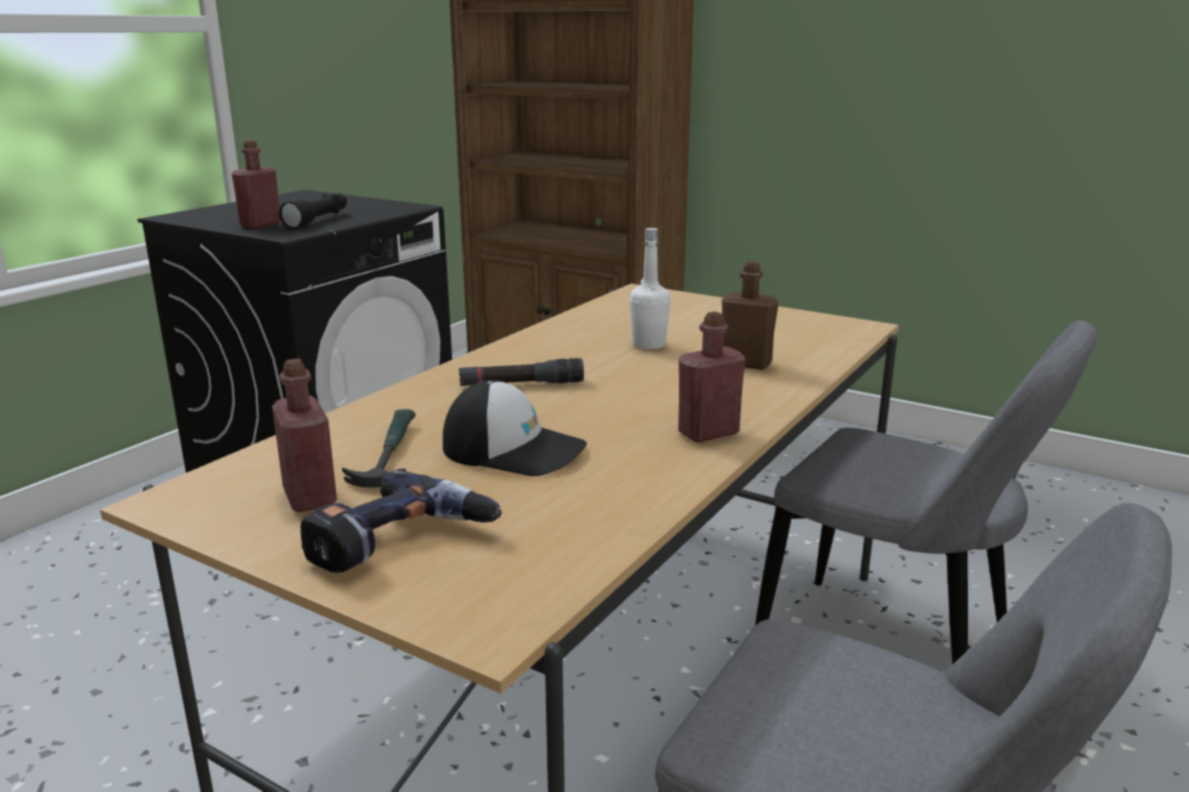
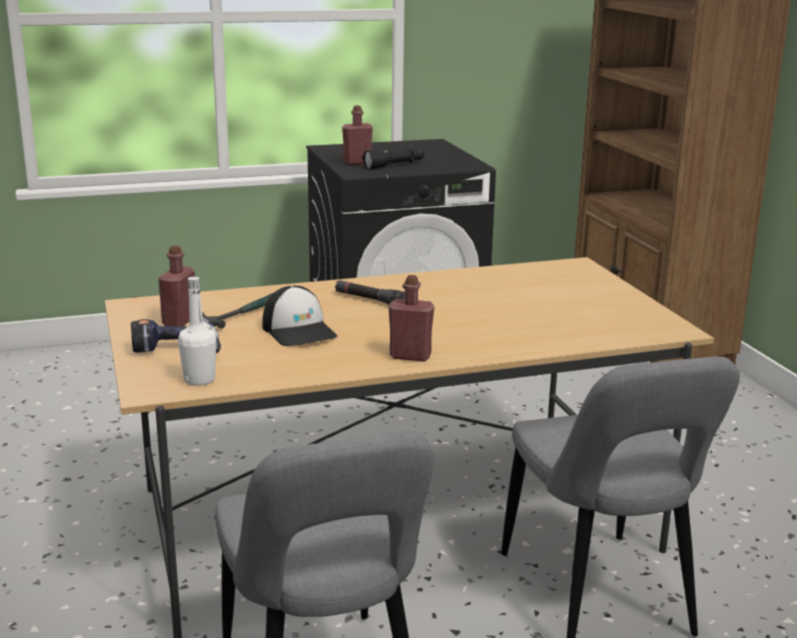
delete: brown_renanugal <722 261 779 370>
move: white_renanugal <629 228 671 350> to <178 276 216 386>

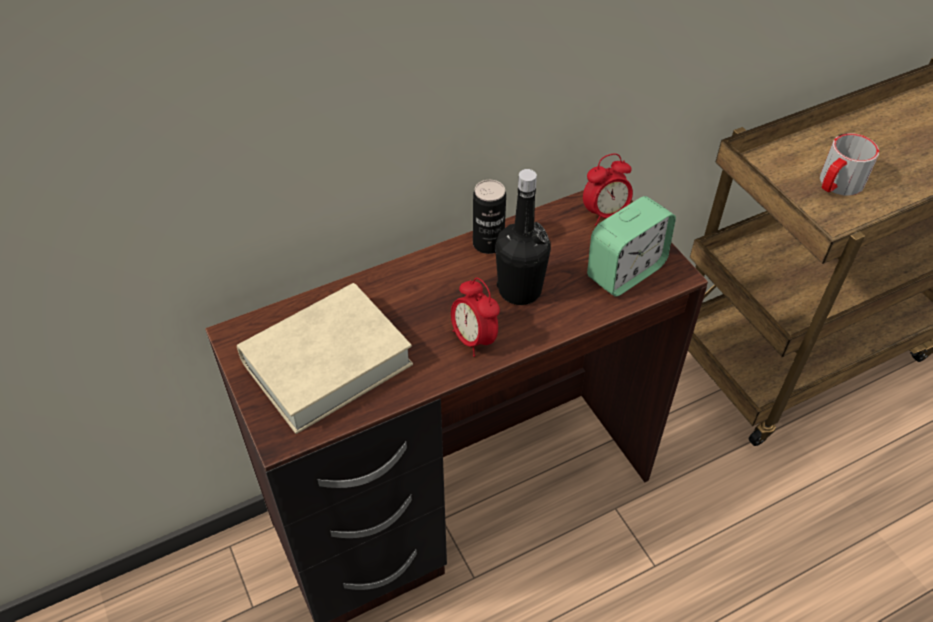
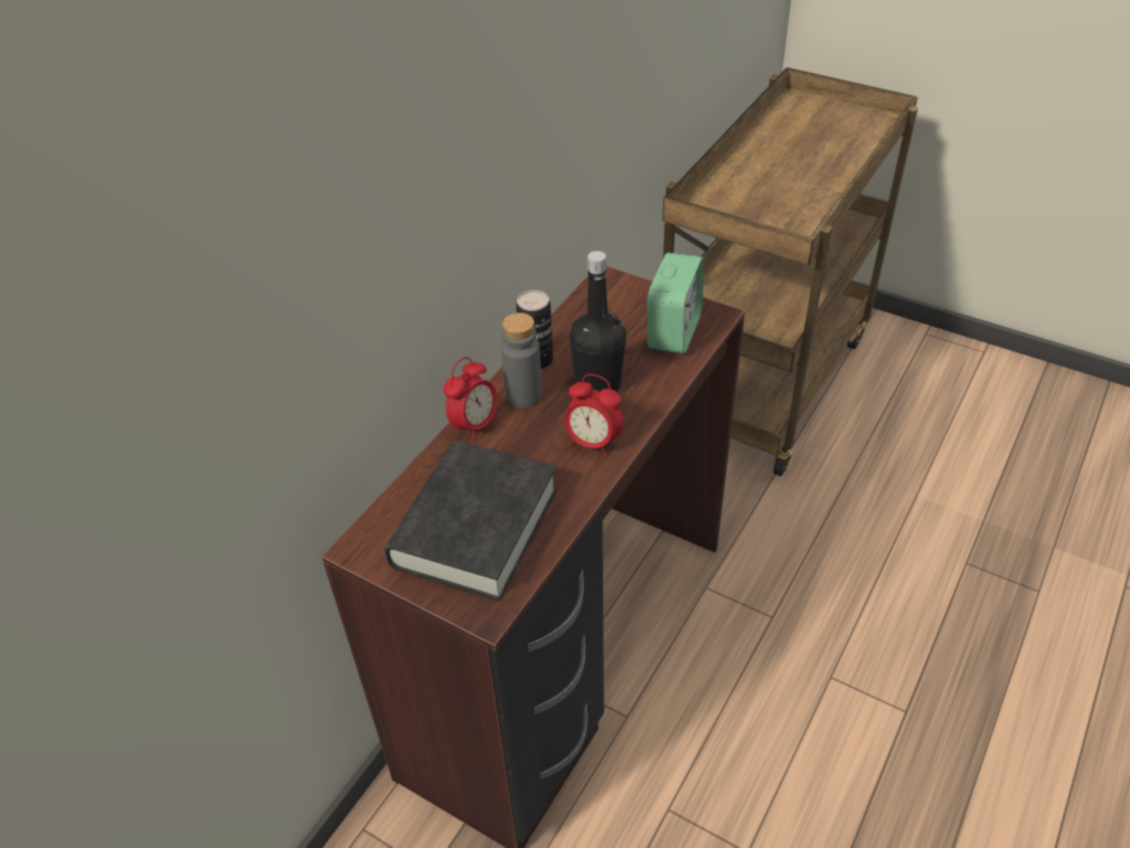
delete: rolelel <820 133 879 196>
insert: grey_renanugal <501 313 542 408>
move: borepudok <583 154 633 225> to <443 357 497 442>
recolor: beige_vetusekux <237 283 413 434> to black_vetusekux <384 440 557 601>

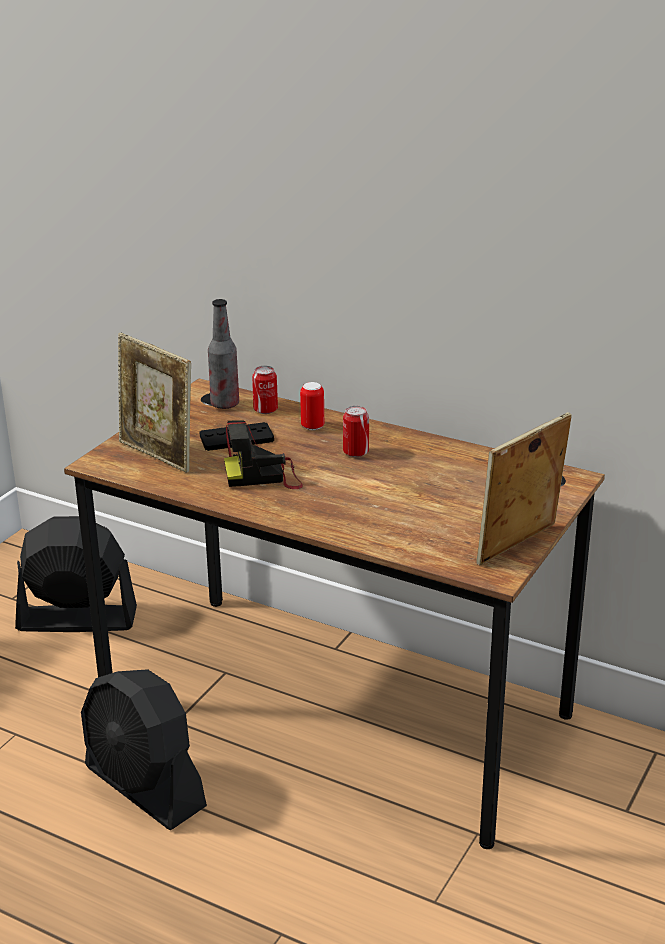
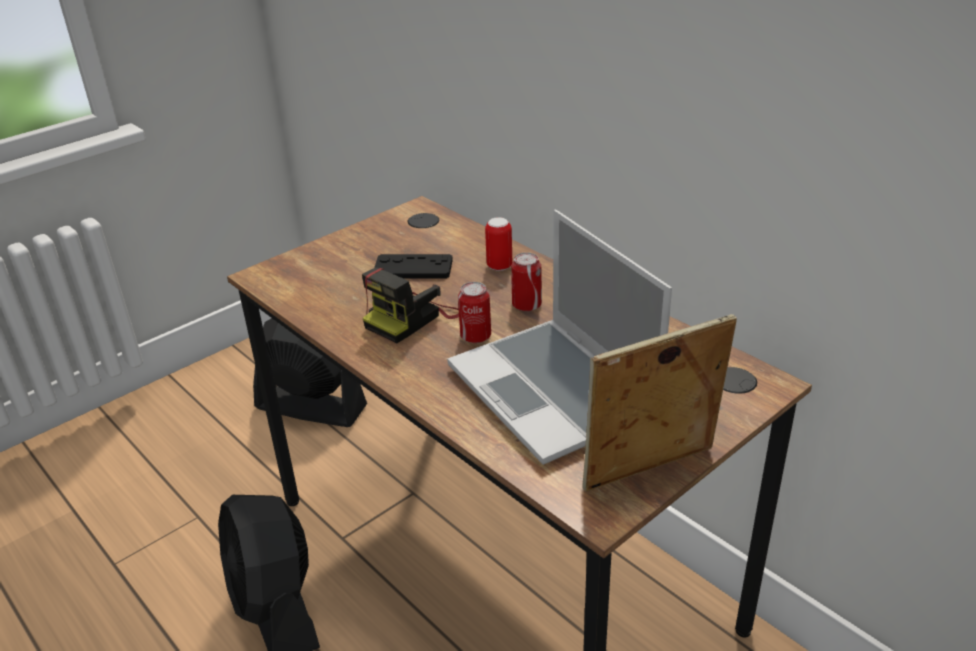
delete: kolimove <118 333 191 473>; renanugal <208 299 239 409>
insert: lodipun <447 210 672 465>
move: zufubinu <252 366 278 414> to <458 282 491 343>
rotate: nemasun <224 420 303 489> = <362 268 459 343> 60 degrees counterclockwise

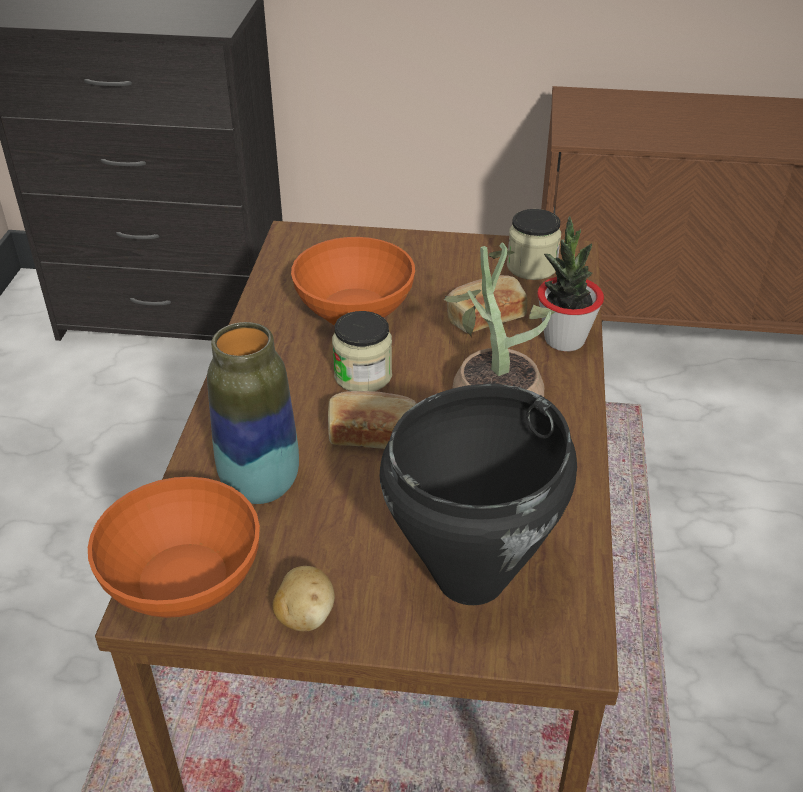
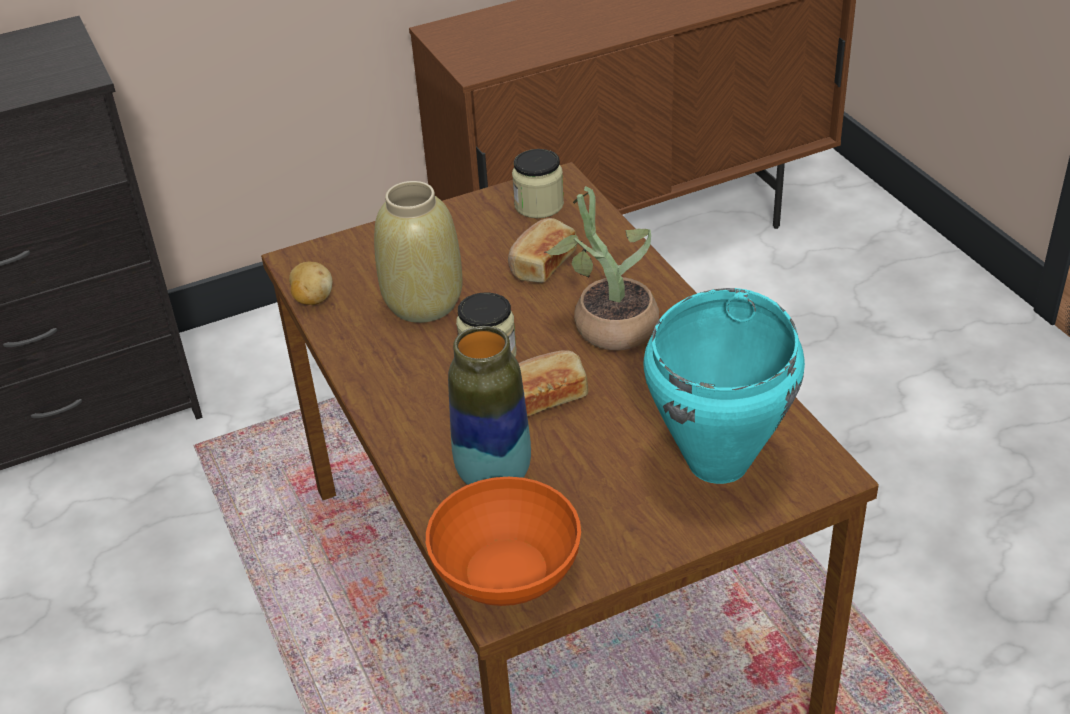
delete: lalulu <537 216 604 351>
move: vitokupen <273 566 335 631> to <289 262 333 305>
replace: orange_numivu <291 237 415 325> to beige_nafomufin <374 181 463 323>
recolor: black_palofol <380 384 577 605> to turquoise_palofol <643 288 805 484>

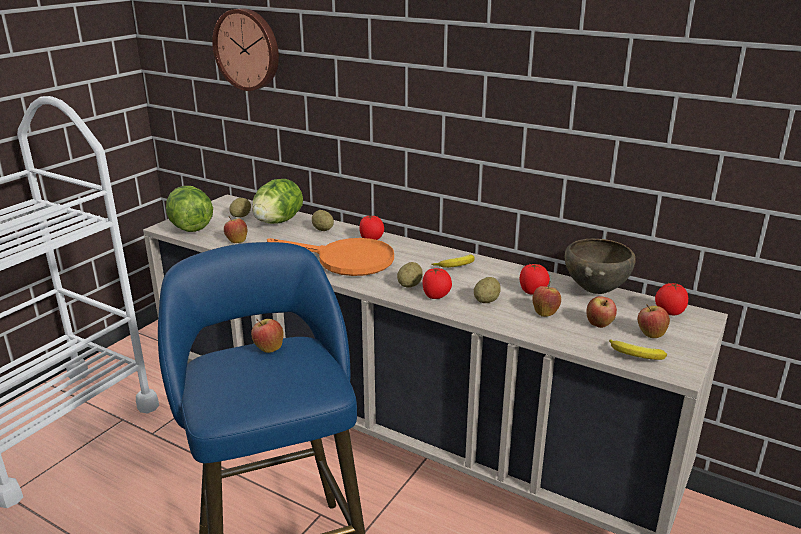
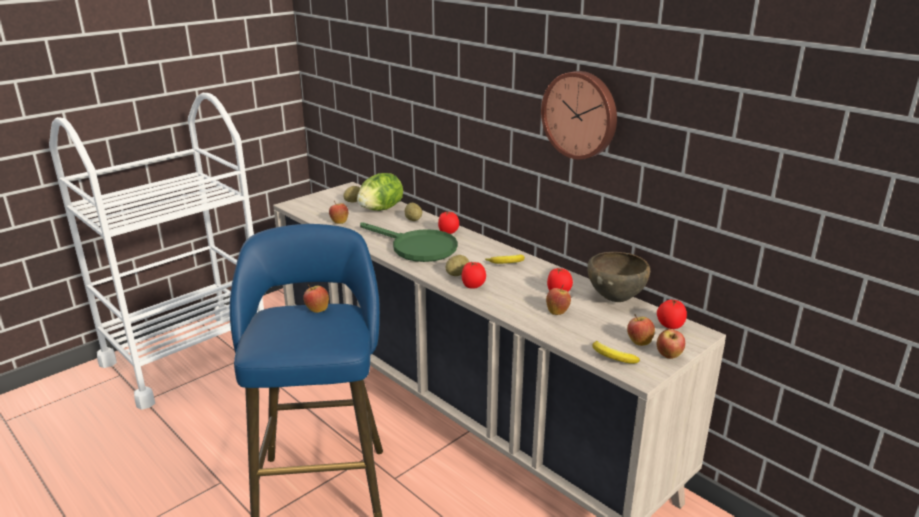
delete: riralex <166 186 213 232>; vitokupen <474 277 501 303>
move: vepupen <212 8 279 91> to <541 71 617 160>; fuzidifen <586 296 617 328> to <657 329 685 359>
recolor: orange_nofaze <267 238 394 276> to green_nofaze <360 222 457 262>

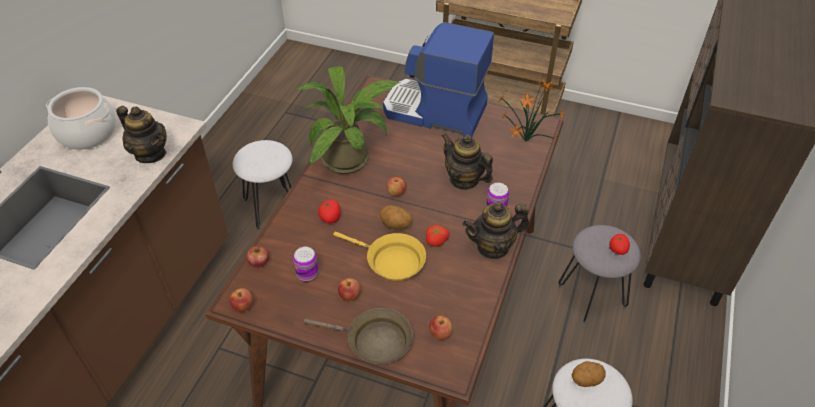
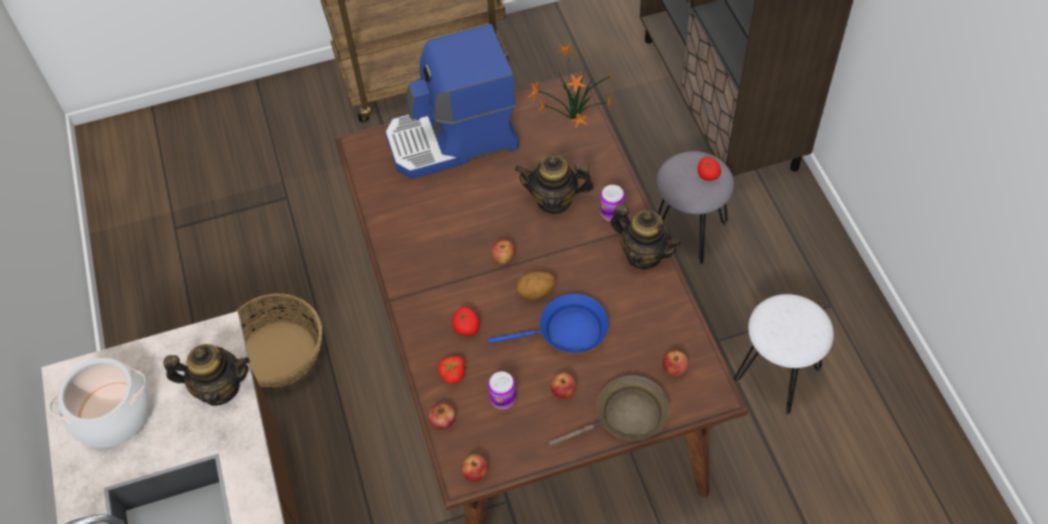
delete: lalulu <295 66 400 174>; vitokupen <572 361 605 387>
move: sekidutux <426 225 449 247> to <438 356 465 385>
replace: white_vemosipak <233 140 293 230> to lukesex <235 293 322 388>
recolor: yellow_nofaze <333 232 426 281> to blue_nofaze <488 294 609 353>
rotate: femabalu <463 202 529 260> = <610 204 682 269> 90 degrees counterclockwise

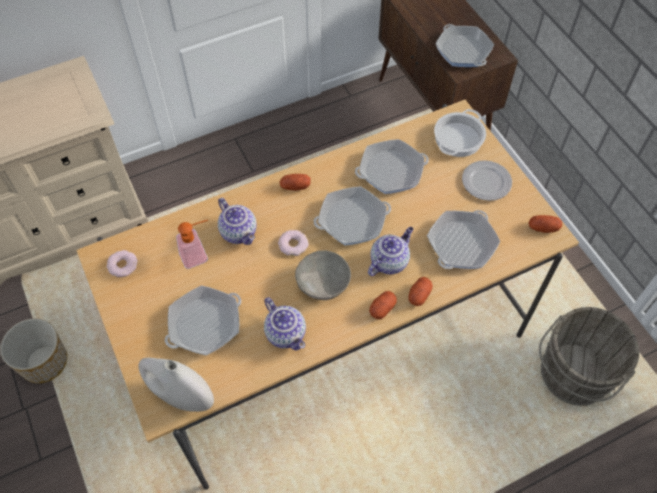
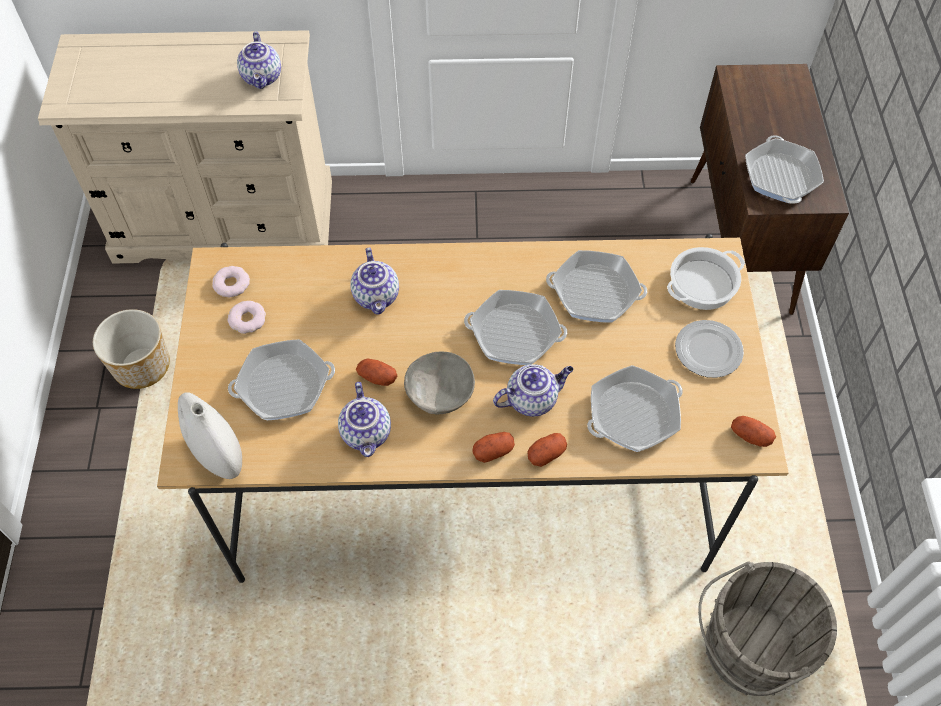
delete: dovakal <177 220 208 269>
insert: femabalu <237 31 281 89>
move: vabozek <278 230 308 256> to <227 301 266 334>; vitokupen <280 174 311 191> to <356 358 397 386>

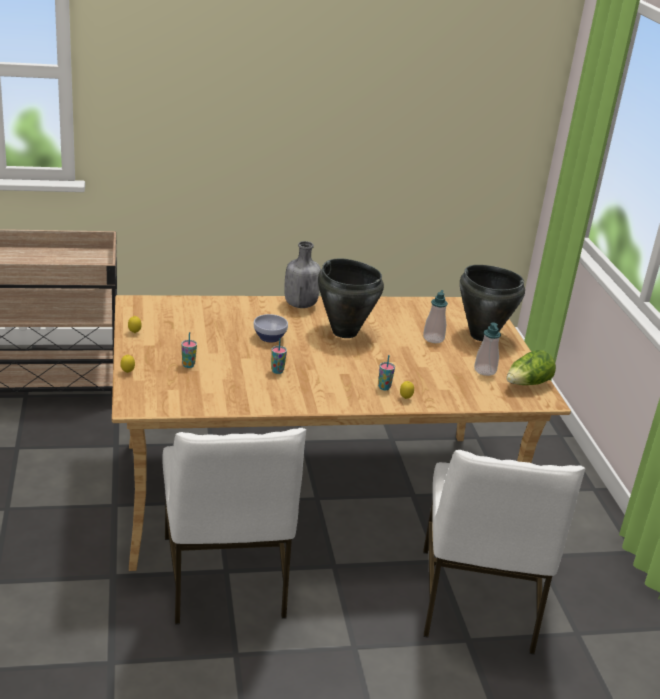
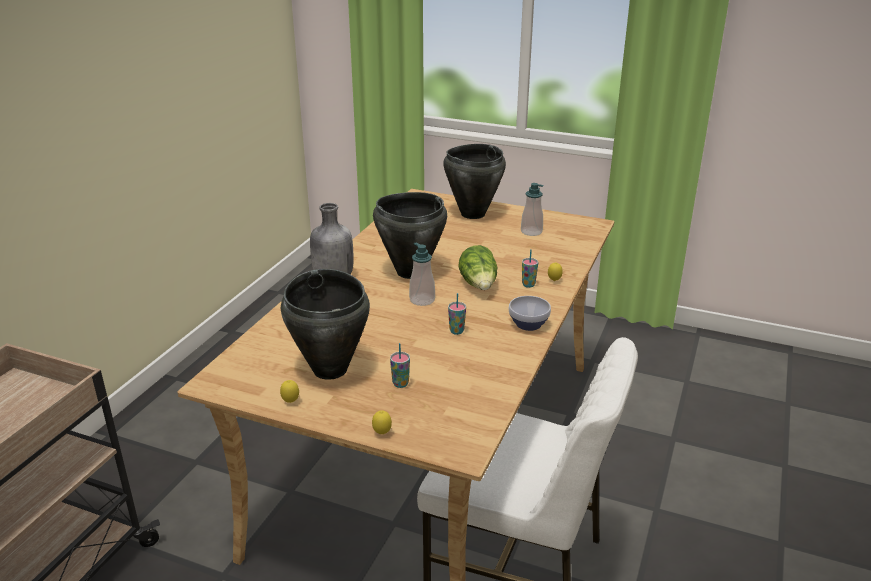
delete: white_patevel <423 450 585 655>
insert: black_palofol <281 269 370 380>
move: numivu <254 314 288 342> to <509 296 551 331>; dovakal <423 290 448 343> to <409 243 435 306>; riralex <507 350 556 385> to <458 245 498 290>

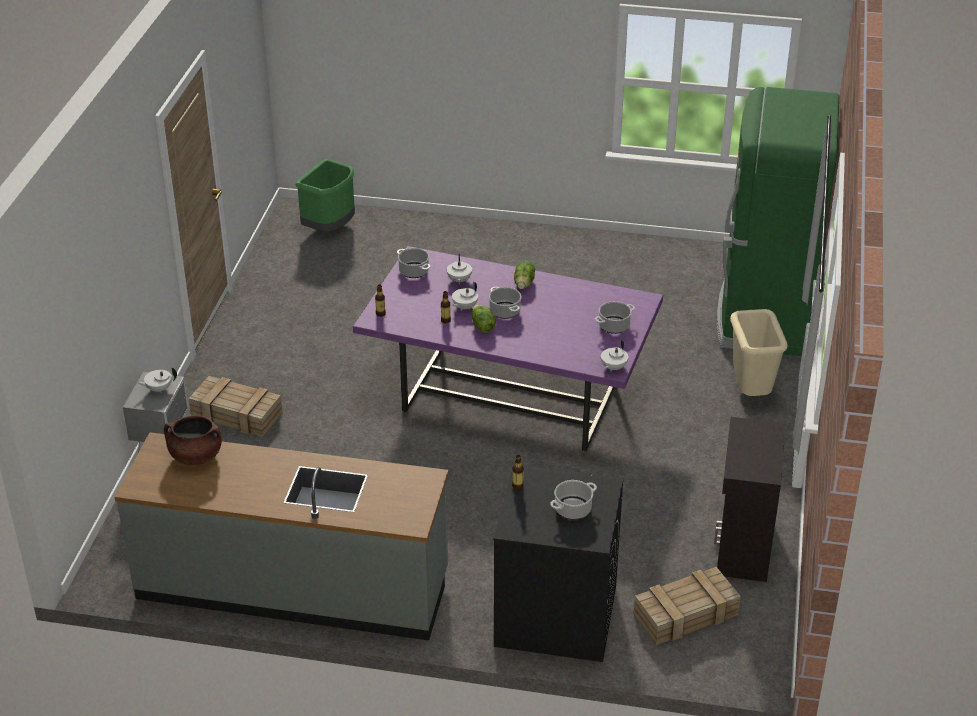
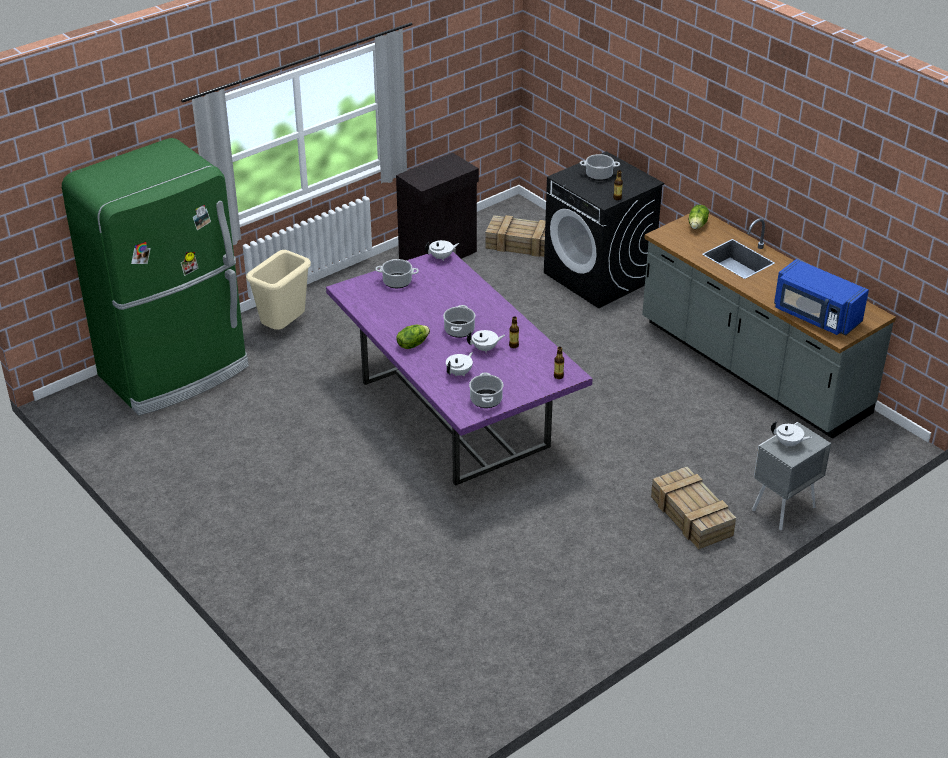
delete: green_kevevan <296 159 355 232>
move: riralex <472 305 496 333> to <689 205 709 229>
replace: brown_palofol <164 416 222 465> to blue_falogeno <774 259 869 335>

